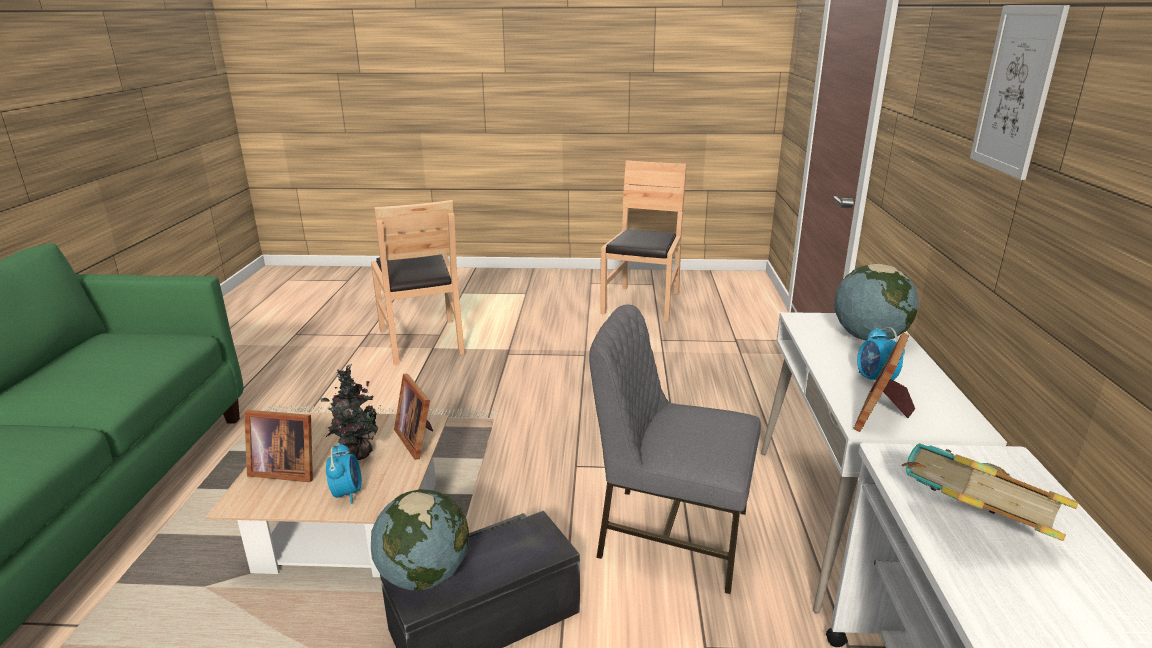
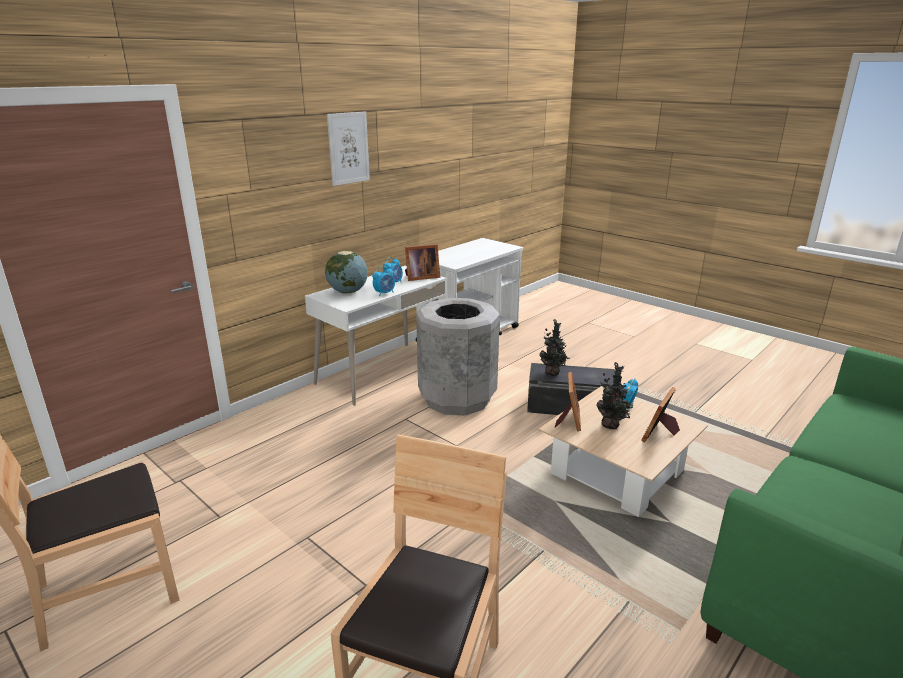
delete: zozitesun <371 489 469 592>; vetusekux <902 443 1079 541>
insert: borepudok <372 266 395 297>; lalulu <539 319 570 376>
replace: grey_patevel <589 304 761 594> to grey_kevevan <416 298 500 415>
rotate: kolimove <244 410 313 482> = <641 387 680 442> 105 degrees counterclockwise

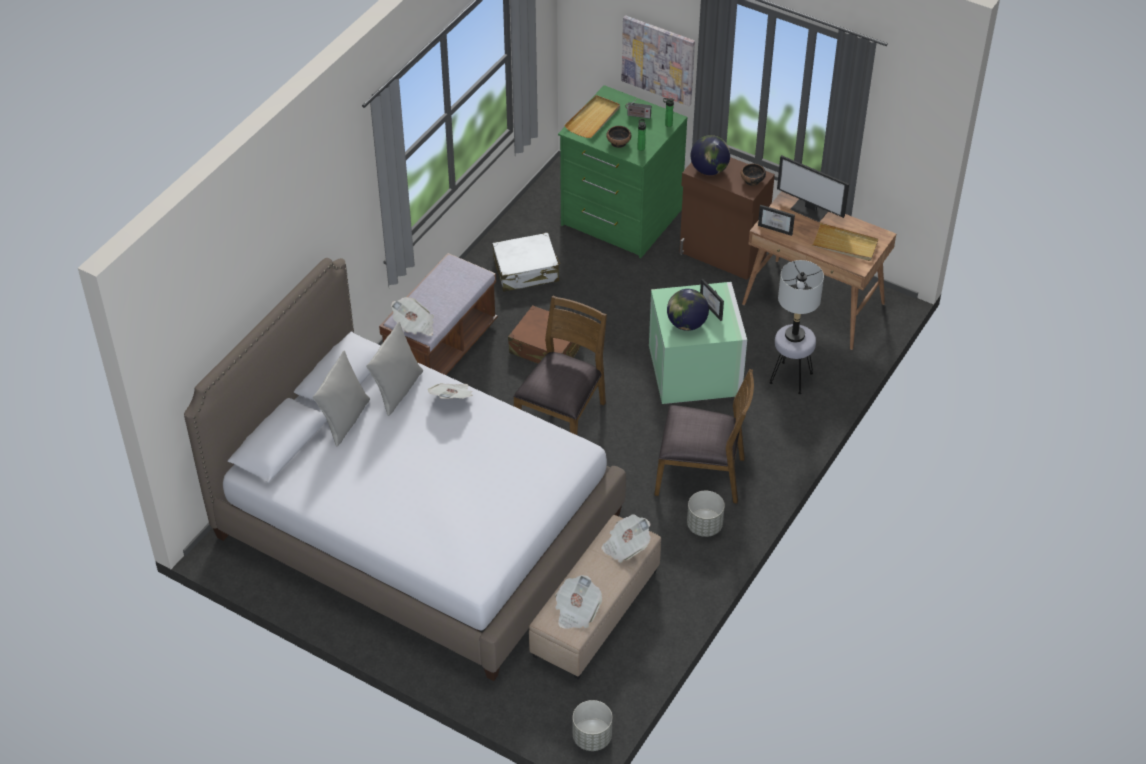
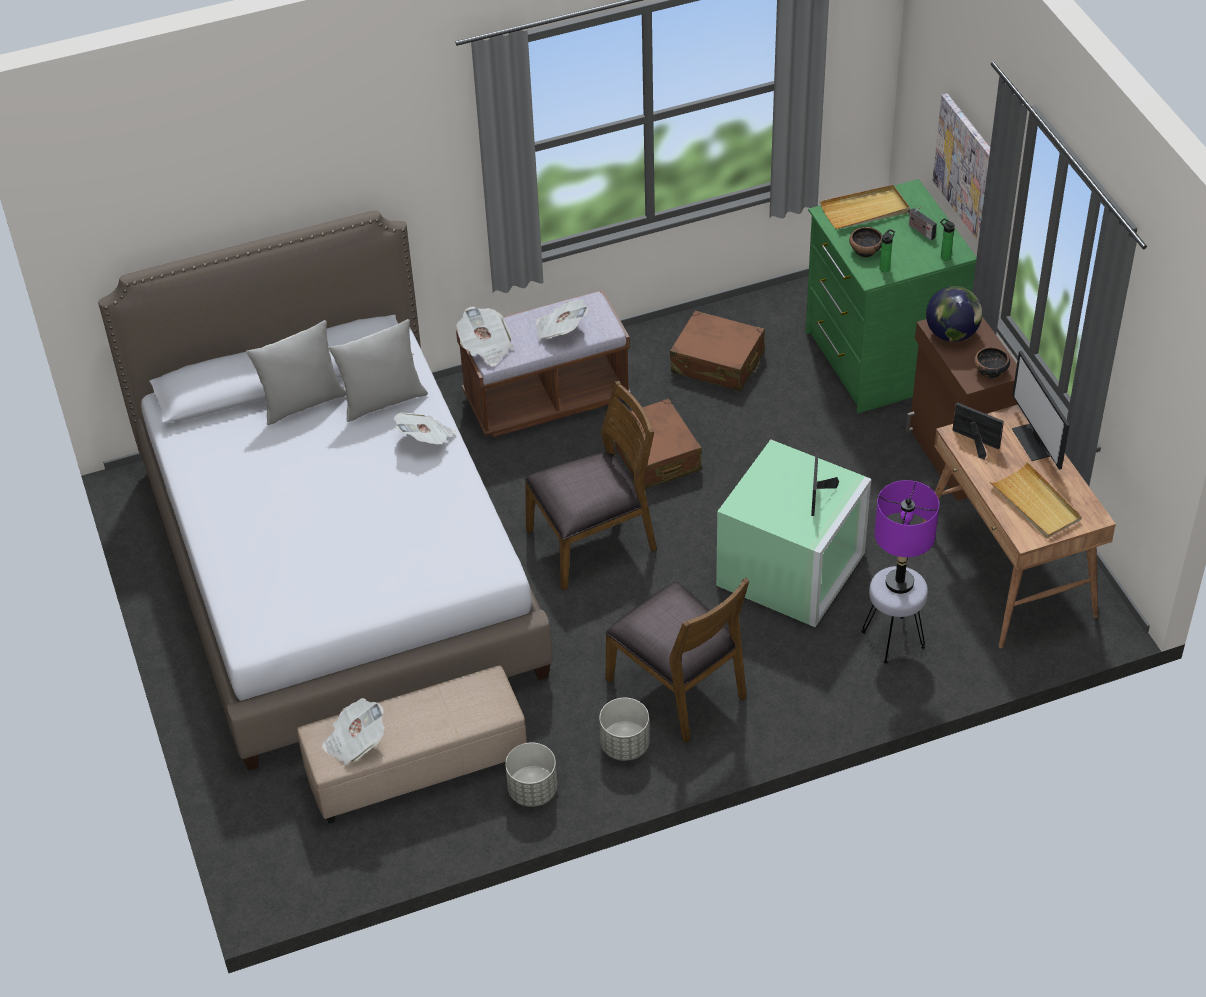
delete: zozitesun <667 289 709 331>
move: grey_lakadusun <573 700 612 751> to <505 742 557 807>; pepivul <601 514 651 563> to <535 299 588 340>
recolor: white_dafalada <493 233 560 292> to brown_dafalada <670 311 765 391>; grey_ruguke <778 260 824 343> to purple_ruguke <874 480 939 594>
rotate: kolimove <758 205 795 236> = <952 402 1004 460> 150 degrees clockwise

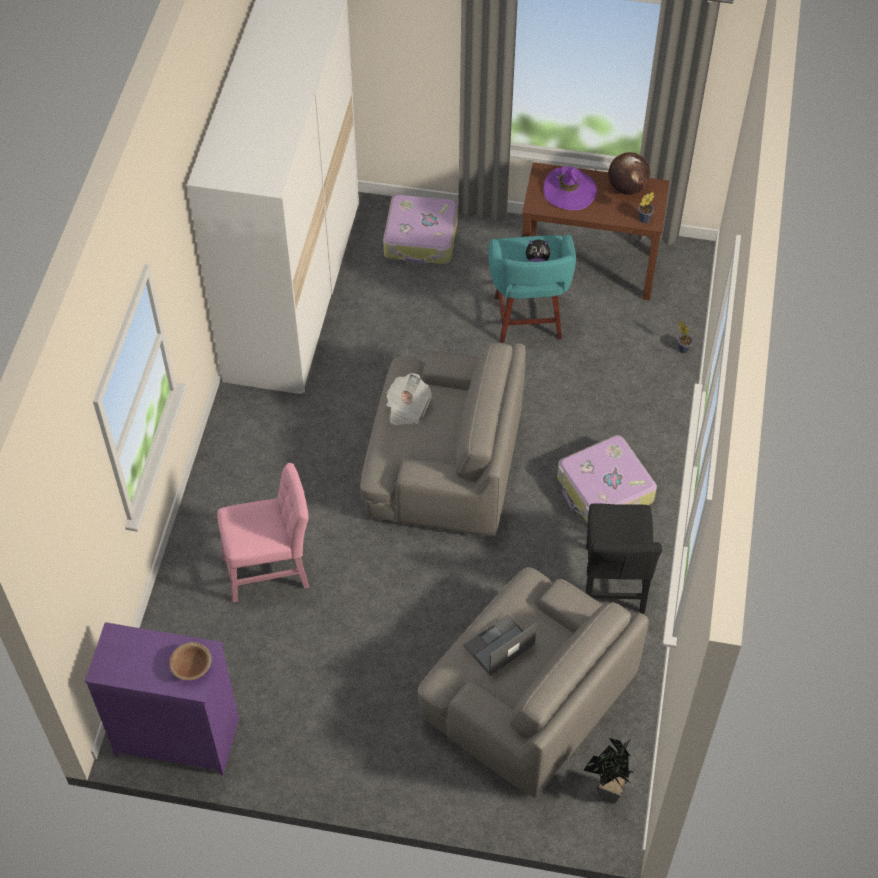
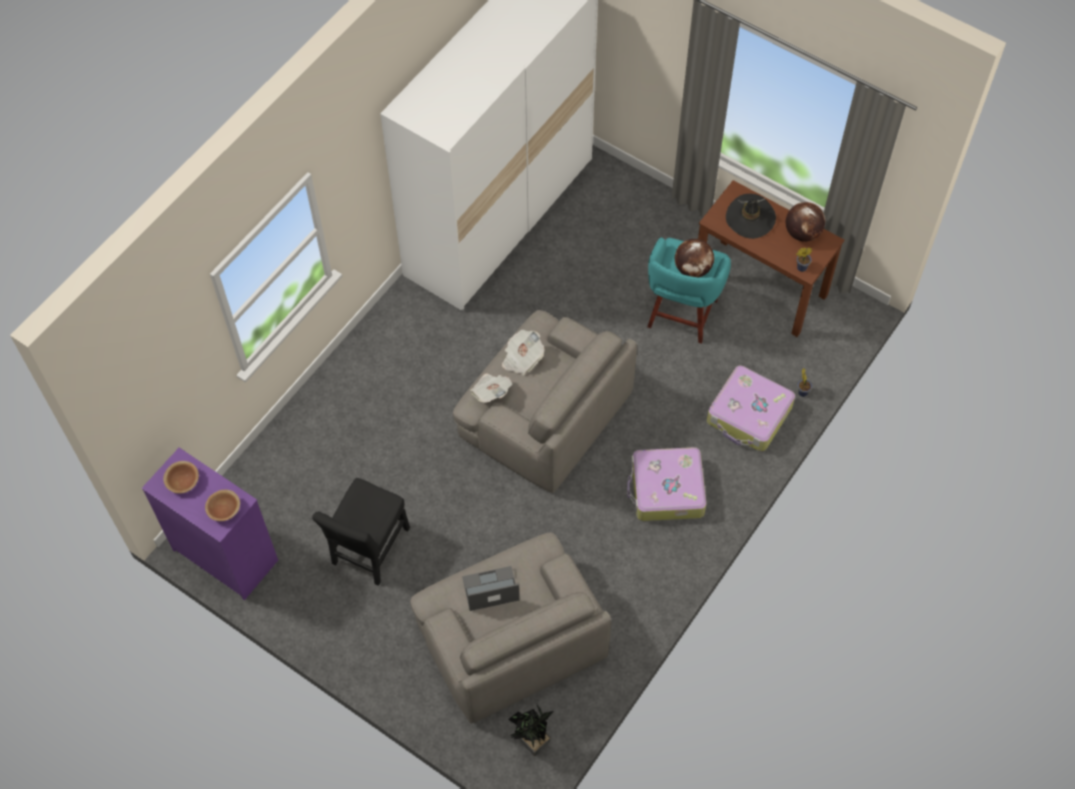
delete: pink_patevel <217 463 309 602>
insert: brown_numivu <163 461 199 494>; pepivul <470 374 512 403>
move: dafalada <383 195 458 265> to <707 366 795 451>; black_patevel <586 503 662 614> to <312 478 410 586>
replace: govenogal <526 239 552 262> to zozitesun <675 239 714 277>
recolor: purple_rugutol <543 166 597 210> to black_rugutol <726 194 776 239>

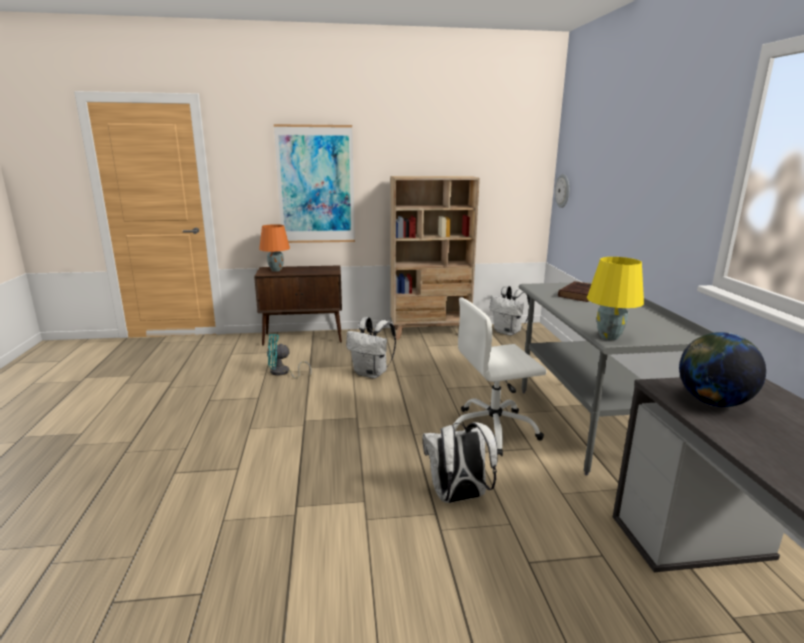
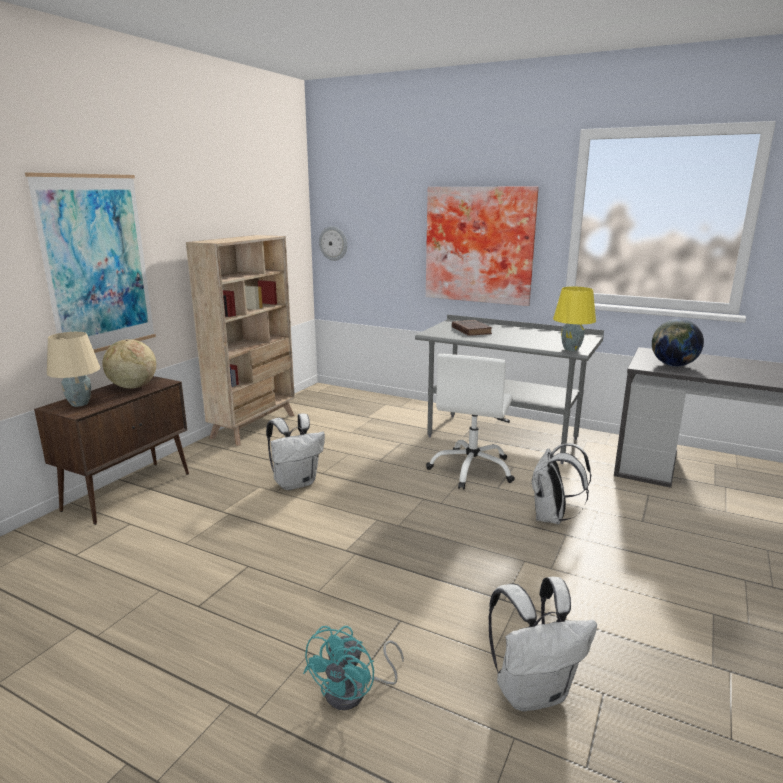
insert: zozitesun <102 339 156 388>; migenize <426 187 539 306>
move: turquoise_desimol <267 334 312 379> to <303 626 404 710>; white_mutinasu <490 286 530 336> to <488 577 597 711>
recolor: orange_ruguke <259 224 290 272> to beige_ruguke <47 332 100 407>

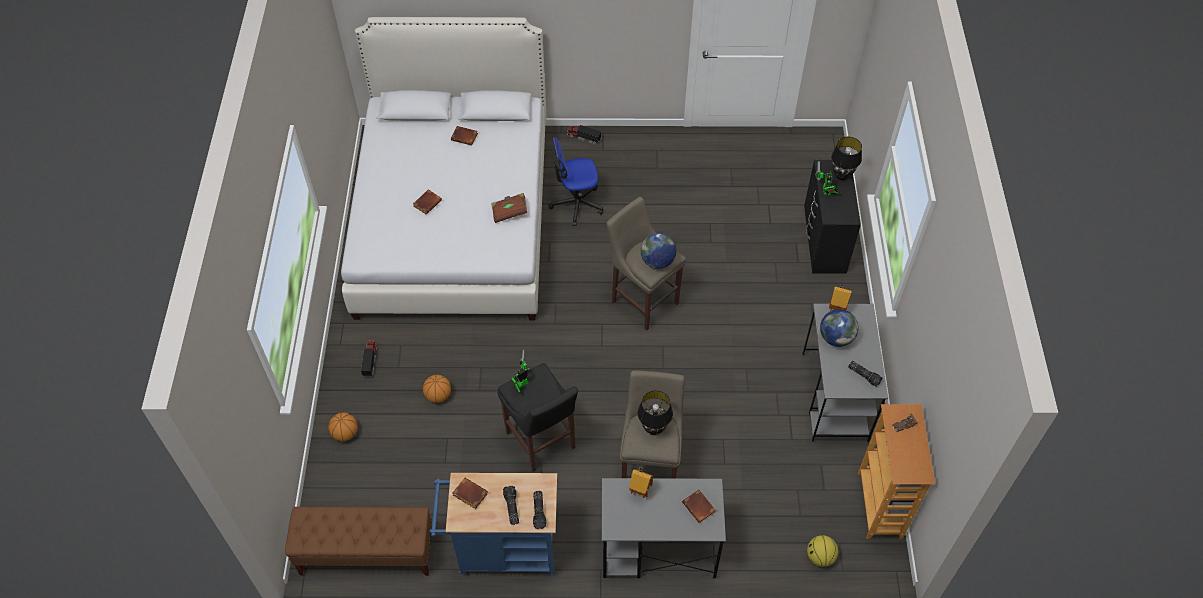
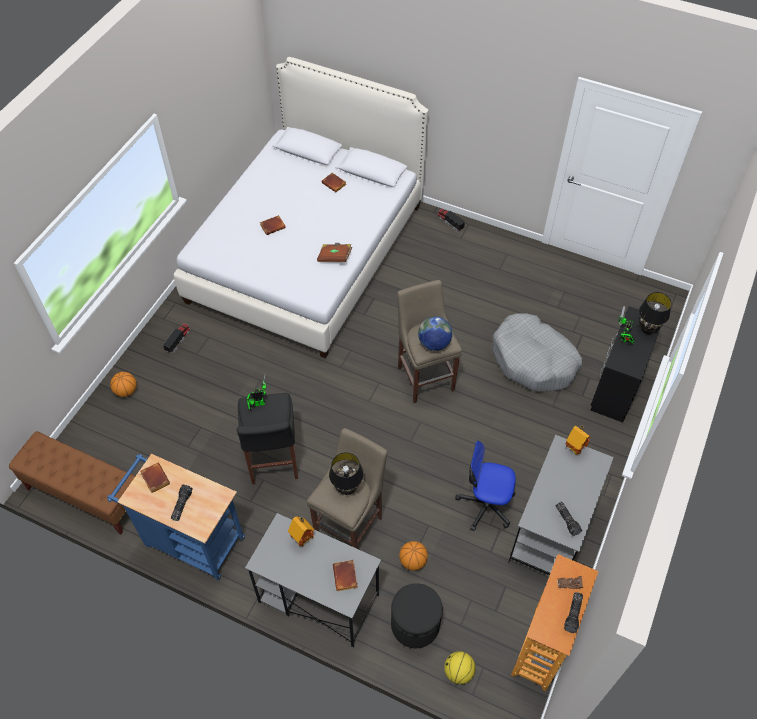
delete: zozitesun <820 309 858 347>
insert: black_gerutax <391 583 443 648>; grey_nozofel <492 313 582 392>
move: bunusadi <423 375 451 403> to <399 541 428 571>; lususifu <533 491 546 529> to <564 592 583 633>; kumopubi <548 137 603 226> to <455 441 516 531>

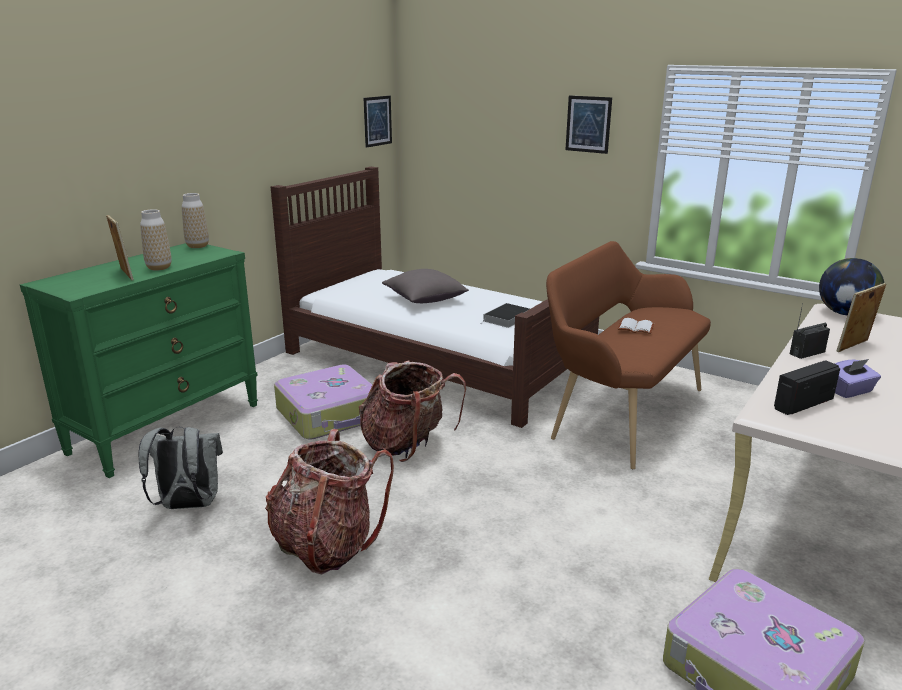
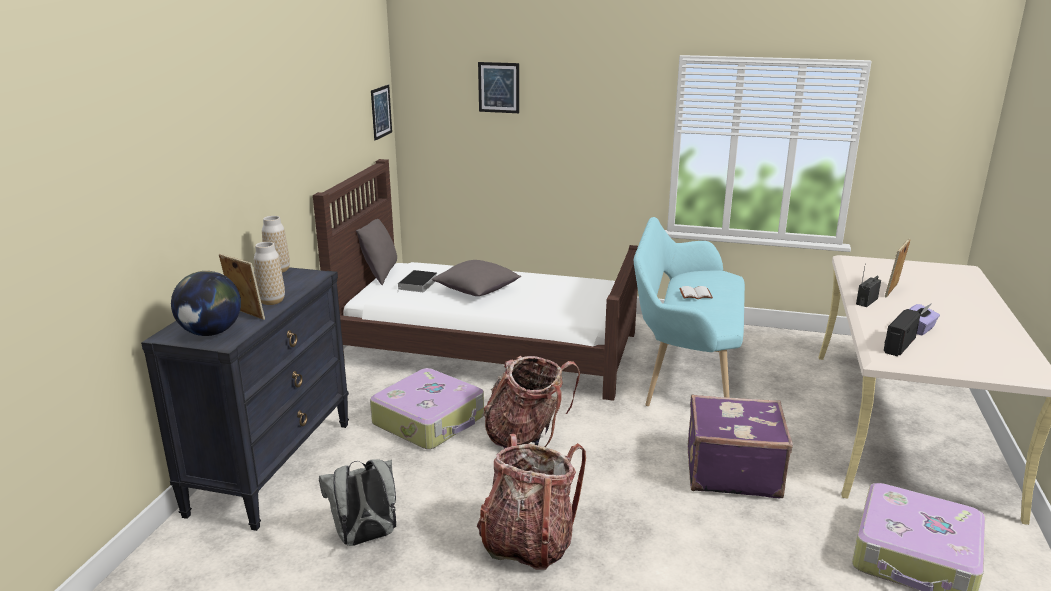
insert: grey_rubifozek <356 219 397 285>; purple_dafalada <688 395 793 498>
move: vetusekux <481 303 529 328> to <398 270 437 292>; migenize <565 95 612 154> to <478 62 519 113>; zozitesun <819 258 884 315> to <171 271 241 336>
recolor: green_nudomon <20 243 258 478> to black_nudomon <141 267 349 531>; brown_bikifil <546 241 711 470> to turquoise_bikifil <634 217 745 406>

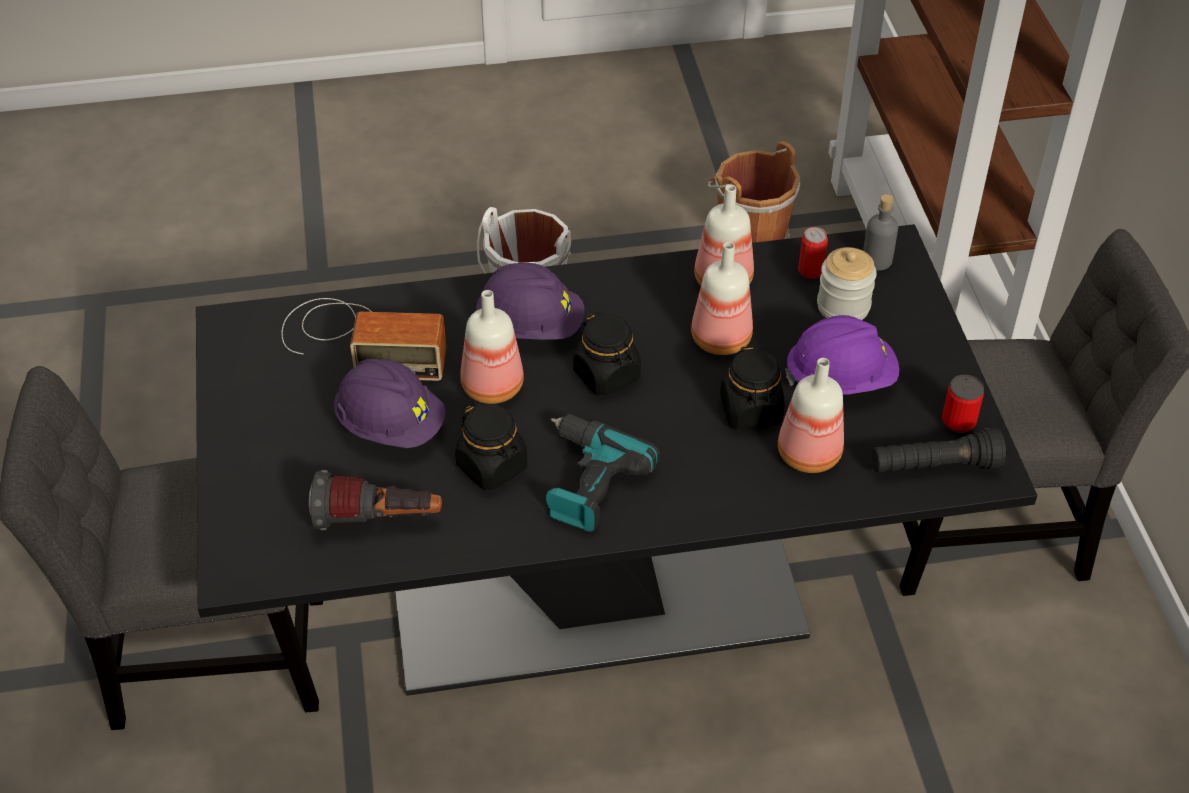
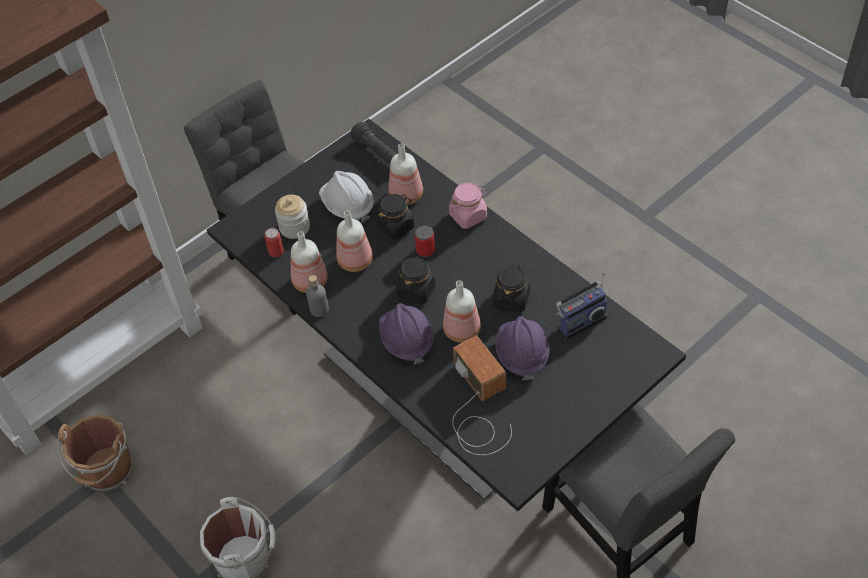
delete: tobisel <546 414 660 532>
insert: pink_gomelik <449 183 487 229>
move: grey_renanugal <863 194 898 271> to <306 275 329 317>; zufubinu <942 375 984 433> to <415 225 435 257>
replace: lususifu <309 470 442 530> to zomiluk <556 273 607 340>
recolor: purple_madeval <785 315 899 394> to white_madeval <319 171 374 223>

